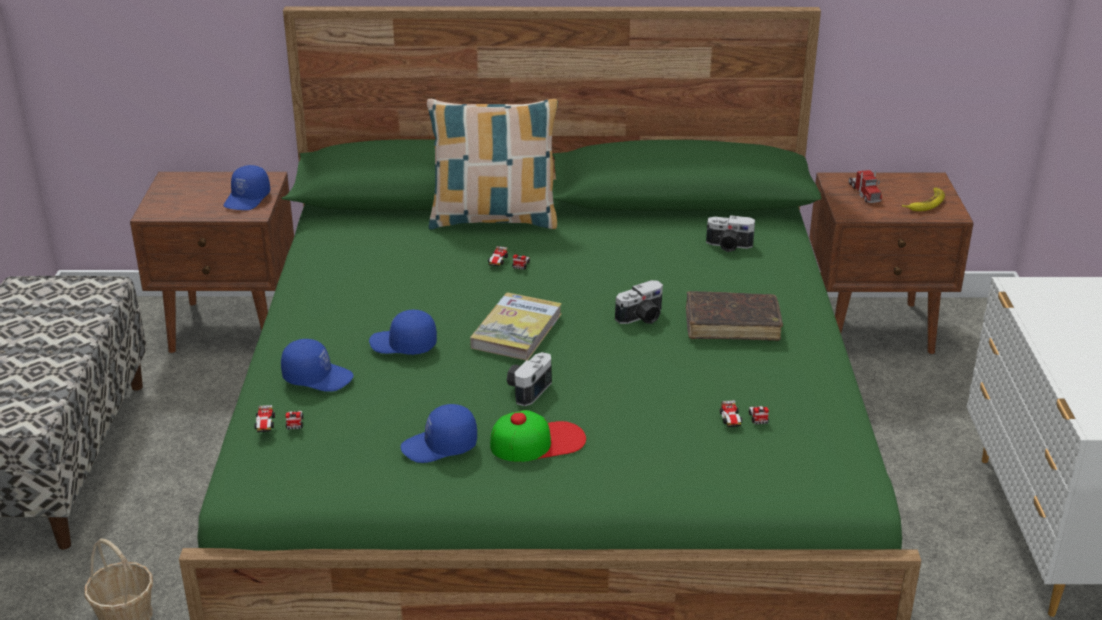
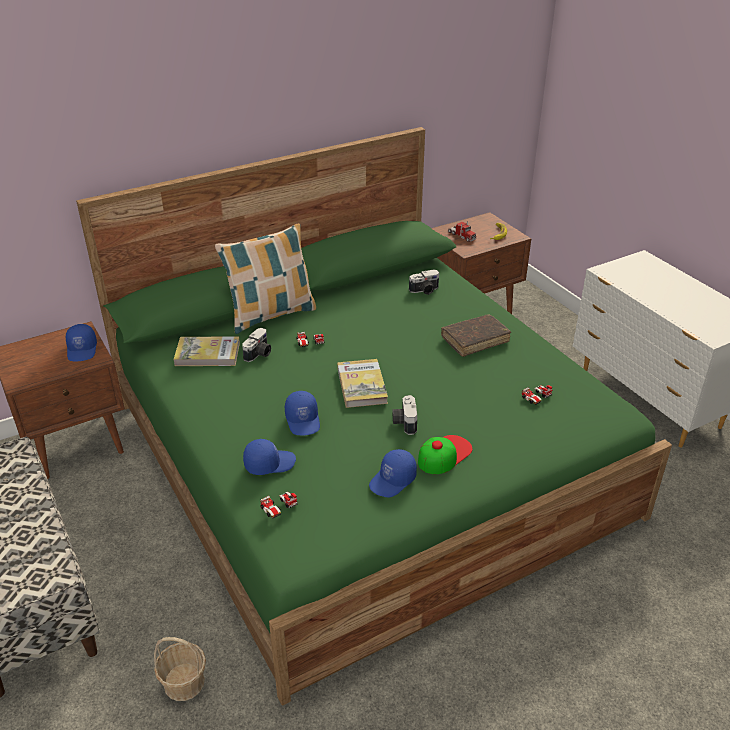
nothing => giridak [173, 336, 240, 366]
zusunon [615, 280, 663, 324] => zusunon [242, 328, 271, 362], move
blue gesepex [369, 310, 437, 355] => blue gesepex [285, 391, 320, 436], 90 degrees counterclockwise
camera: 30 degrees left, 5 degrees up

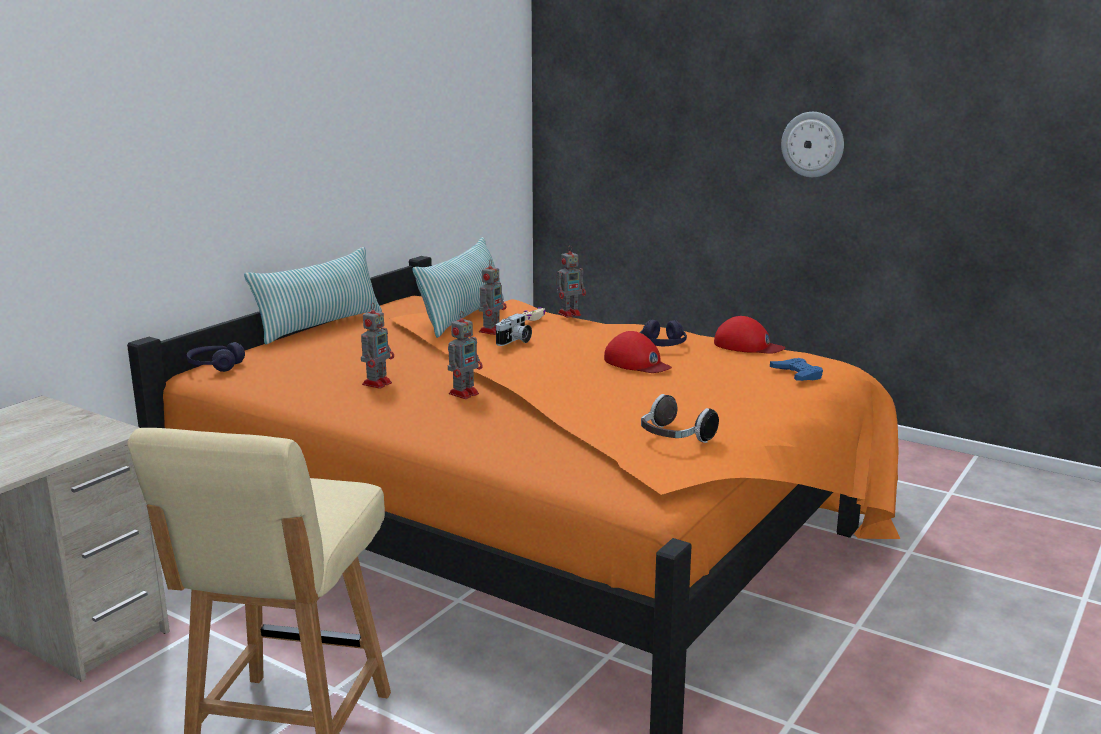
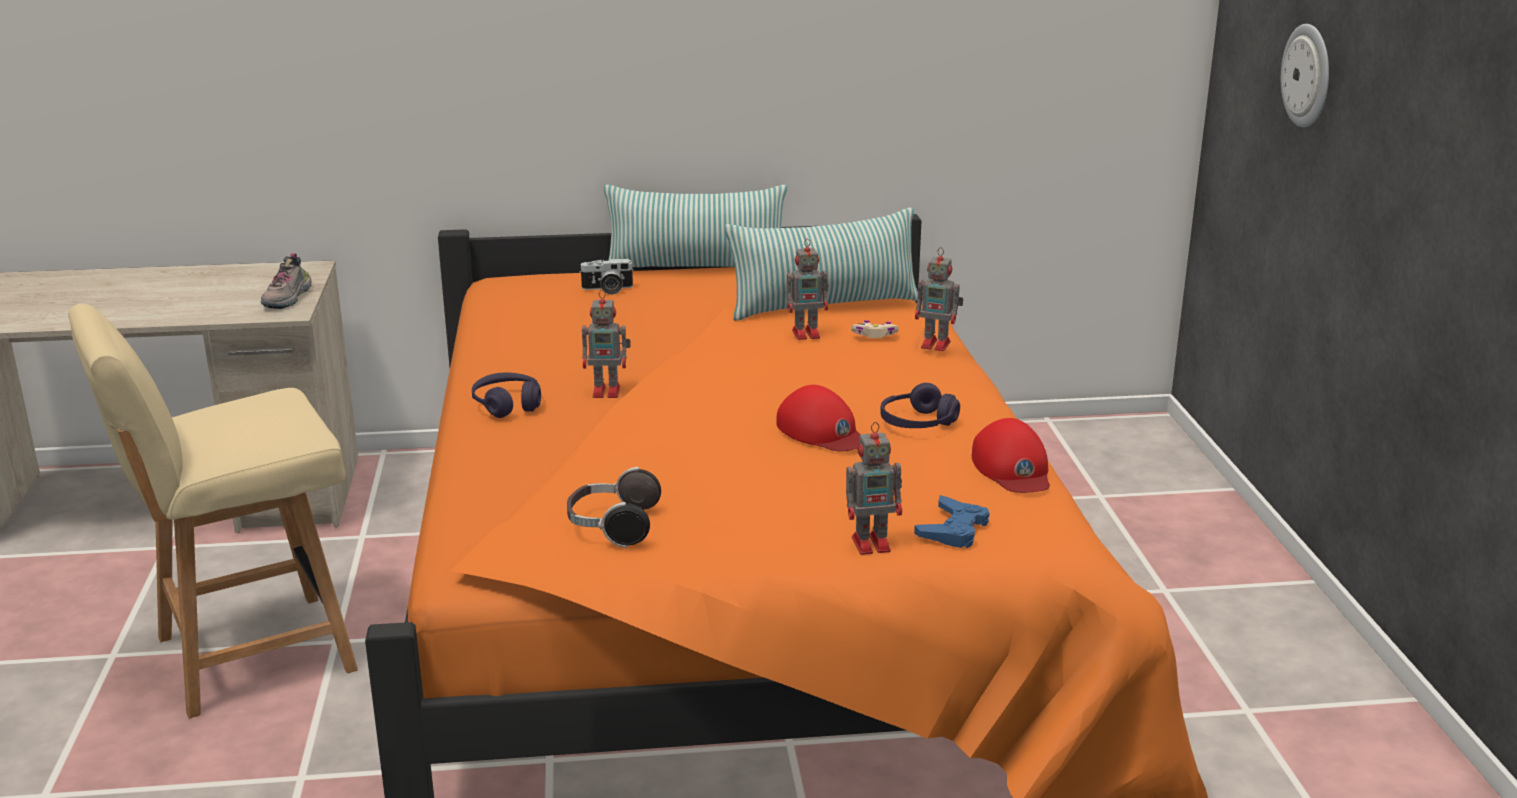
nothing => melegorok [260, 253, 312, 309]
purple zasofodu [187, 342, 245, 372] => purple zasofodu [472, 372, 541, 418], move
zusunon [496, 313, 532, 346] => zusunon [579, 259, 634, 295], move
red gesepex [604, 331, 672, 373] => red gesepex [776, 385, 861, 452], 45 degrees counterclockwise
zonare [361, 303, 394, 389] => zonare [846, 422, 902, 555], move
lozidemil [781, 112, 844, 177] => lozidemil [1281, 24, 1329, 127], move
camera: 50 degrees right, 5 degrees up

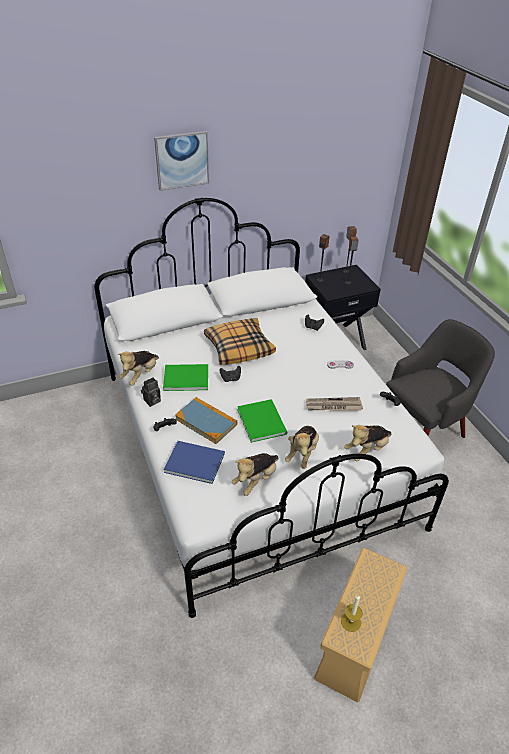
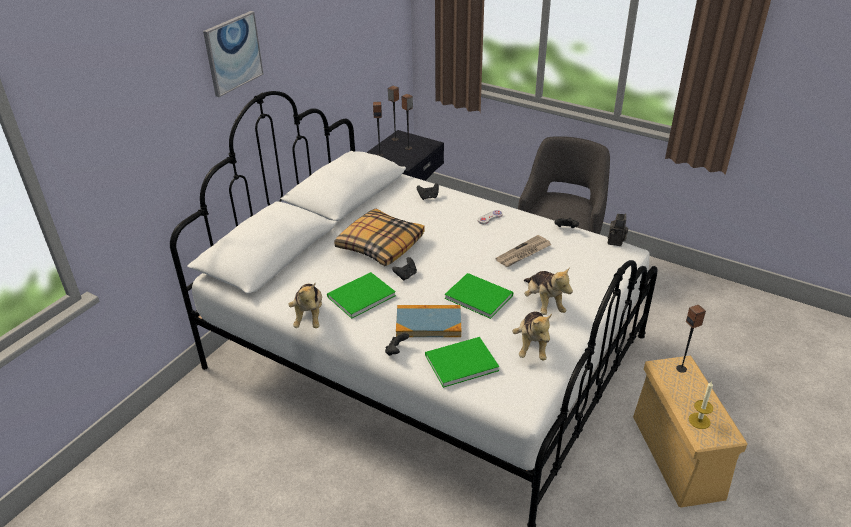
blue giridak [164, 441, 225, 484] => green giridak [425, 337, 499, 388]
zusunon [141, 378, 161, 407] => zusunon [608, 214, 628, 246], move
nothing => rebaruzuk [676, 305, 706, 373]
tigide [344, 425, 392, 461] => nothing
camera: 35 degrees left, 5 degrees down

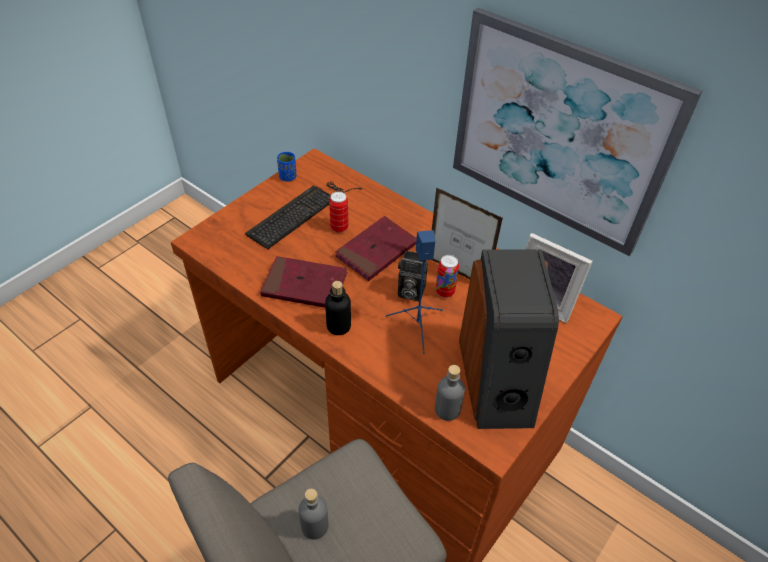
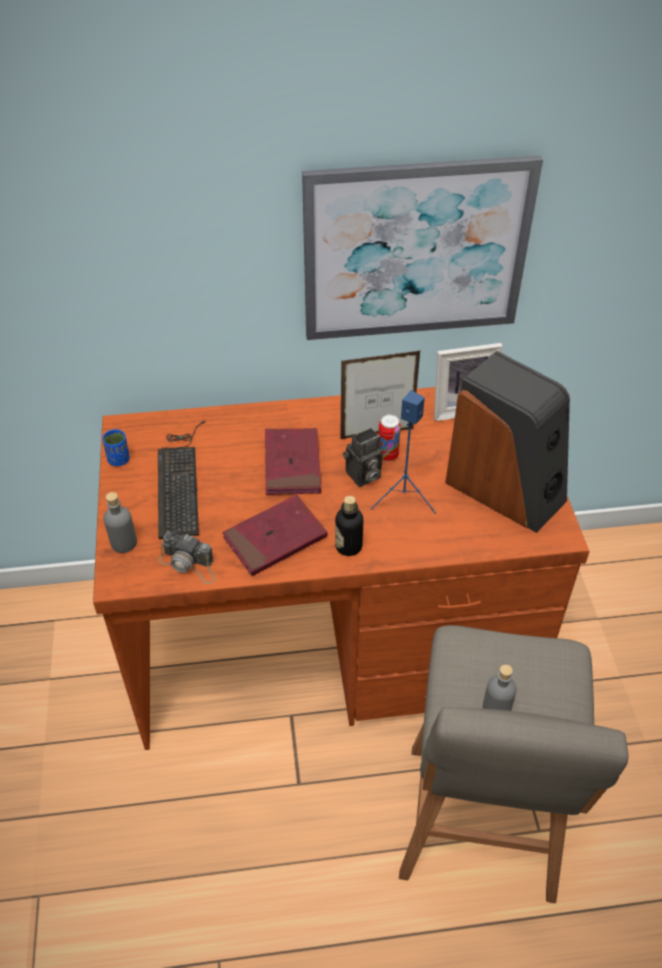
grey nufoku [435, 365, 465, 421] => grey nufoku [104, 492, 137, 553], move
nothing => zusunon [159, 532, 215, 584]
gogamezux [329, 191, 348, 233] => nothing
camera: 45 degrees left, 0 degrees up

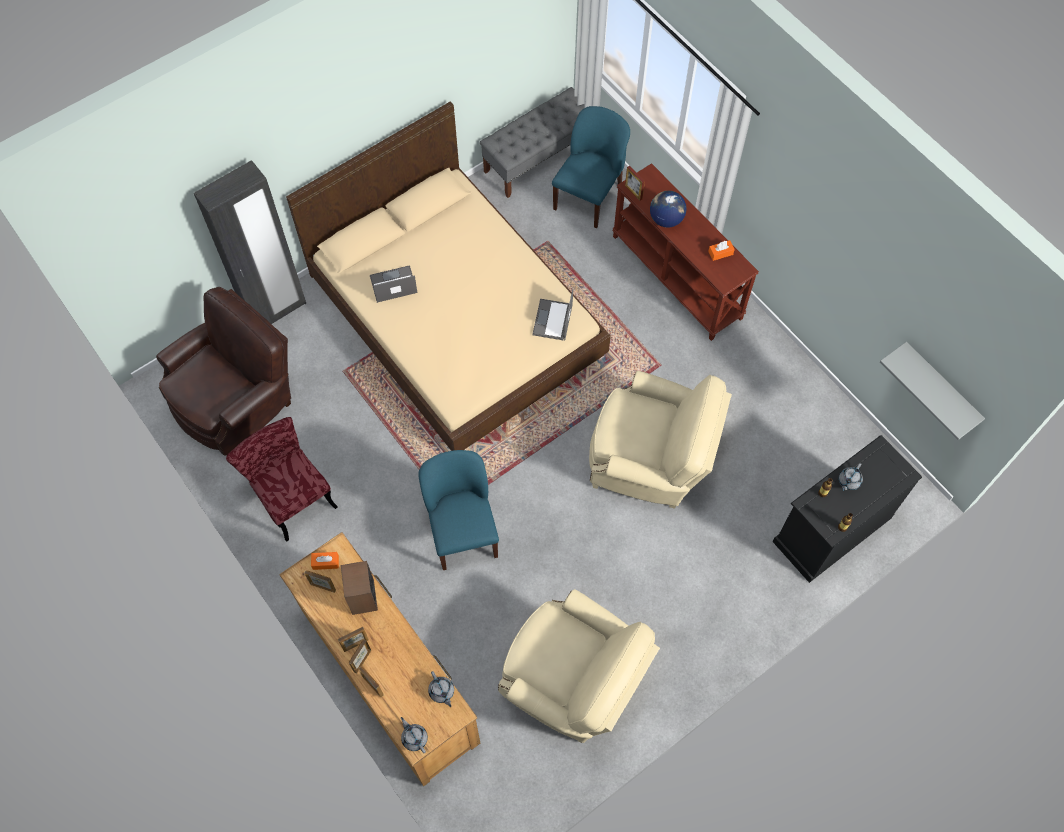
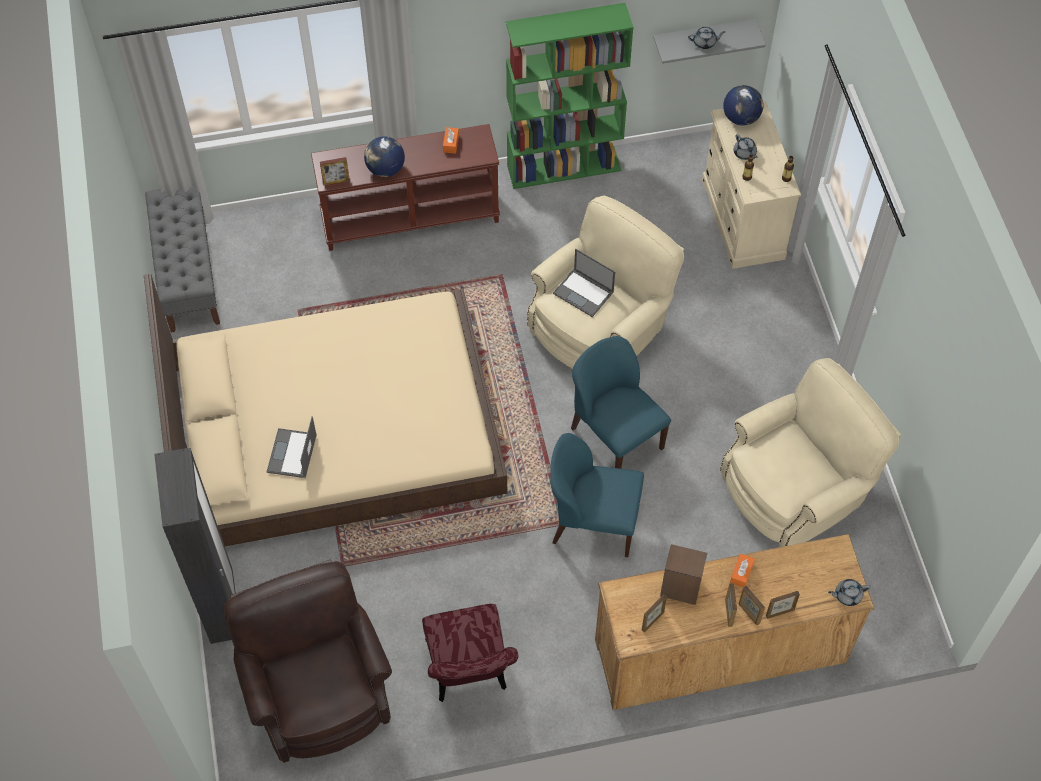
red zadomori [226, 417, 338, 542] => red zadomori [422, 604, 518, 702], 90 degrees counterclockwise
nothing => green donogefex [506, 3, 634, 189]
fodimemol [532, 289, 573, 341] => fodimemol [553, 249, 615, 317], move
blue zadomori [552, 106, 630, 228] => blue zadomori [571, 336, 671, 469], move
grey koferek [428, 671, 454, 707] => grey koferek [688, 27, 725, 49], move
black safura [772, 435, 922, 583] => beige safura [702, 102, 801, 269]
nothing => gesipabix [723, 85, 764, 126]
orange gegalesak [311, 552, 339, 570] => orange gegalesak [730, 554, 755, 587], move
camera: 65 degrees left, 5 degrees down

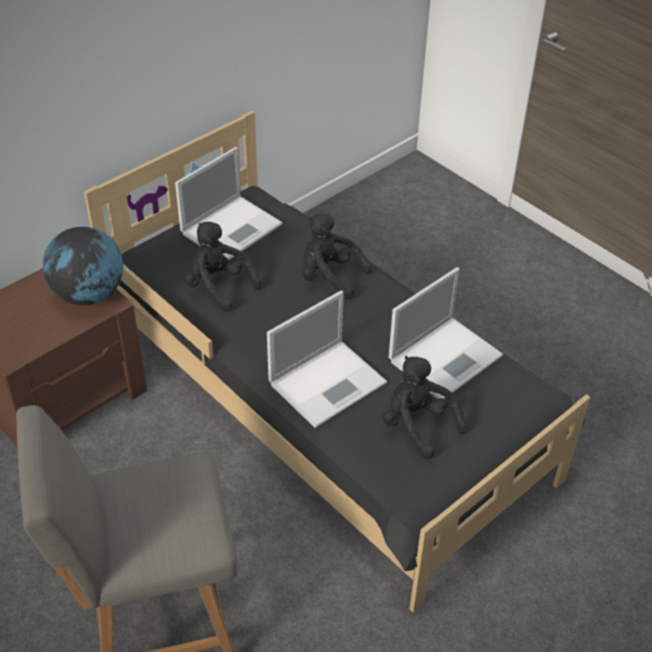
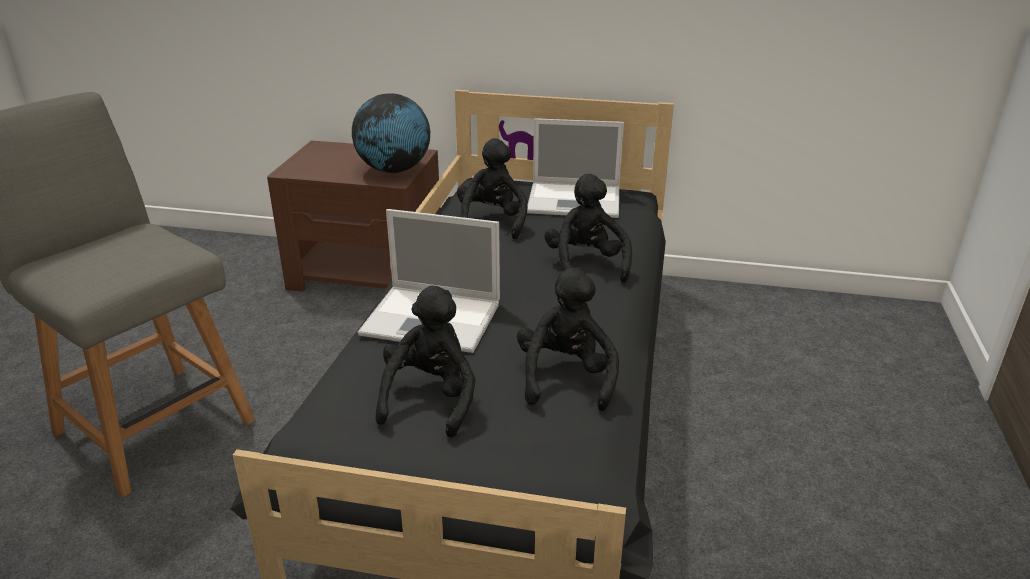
fodimemol [389, 267, 503, 399] => black tigide [517, 268, 619, 411]
camera: 55 degrees right, 15 degrees down

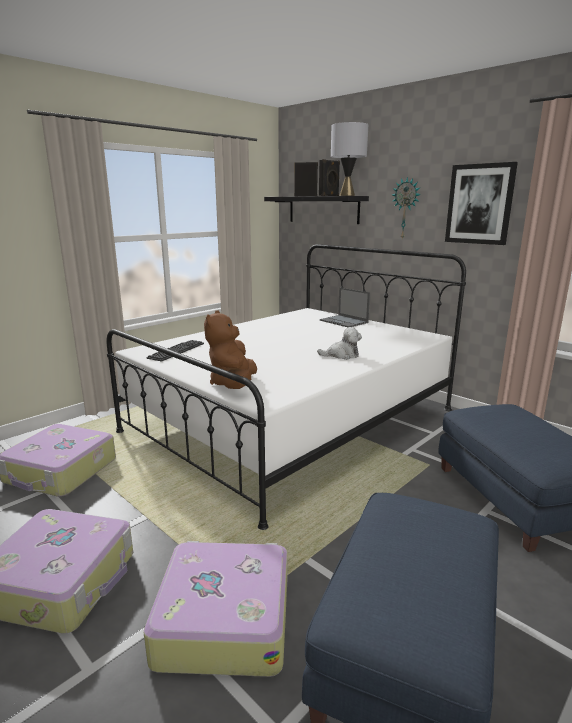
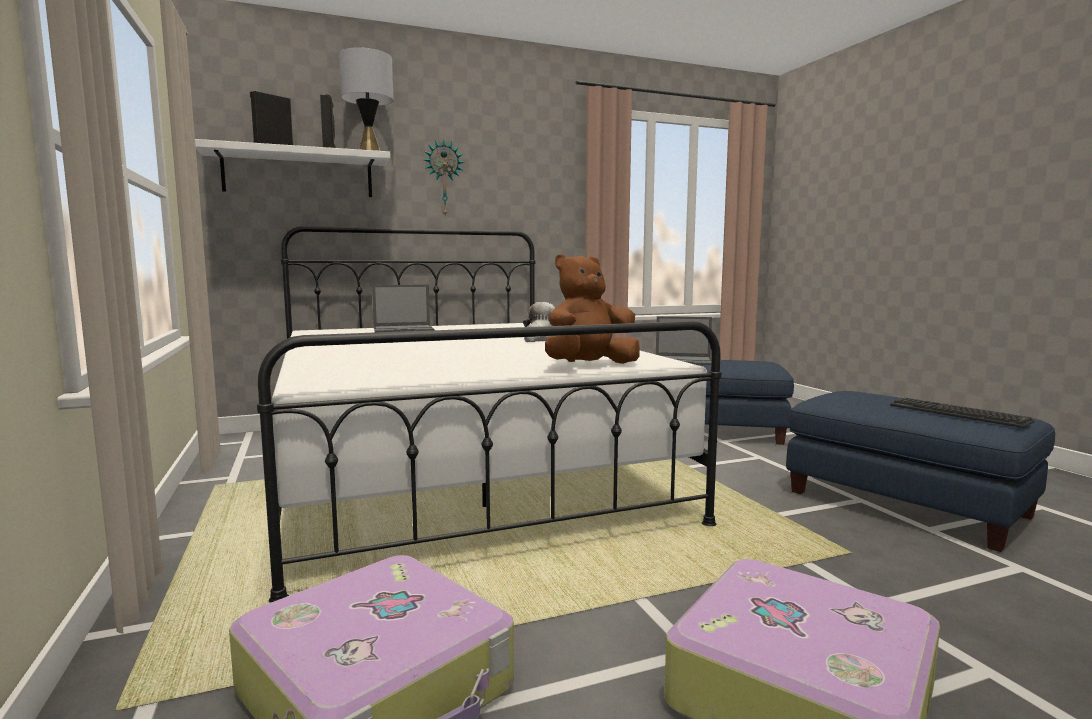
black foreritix [264, 196, 369, 224] => white foreritix [195, 139, 391, 197]
brown tigide [204, 311, 257, 389] => brown tigide [545, 254, 640, 364], 120 degrees clockwise
nothing => fodimemol [656, 316, 712, 365]
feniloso [147, 340, 204, 361] => feniloso [890, 398, 1035, 428], move
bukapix [144, 541, 287, 677] => nothing
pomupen [445, 162, 518, 245] => nothing
camera: 65 degrees left, 10 degrees down

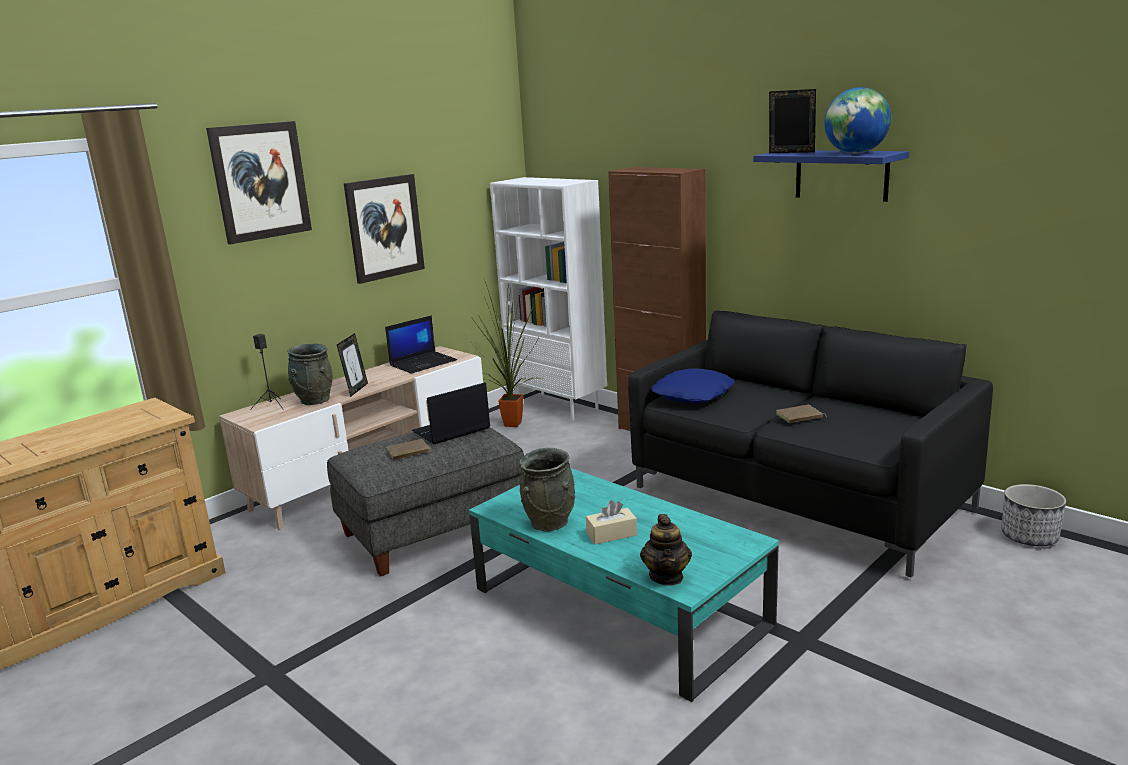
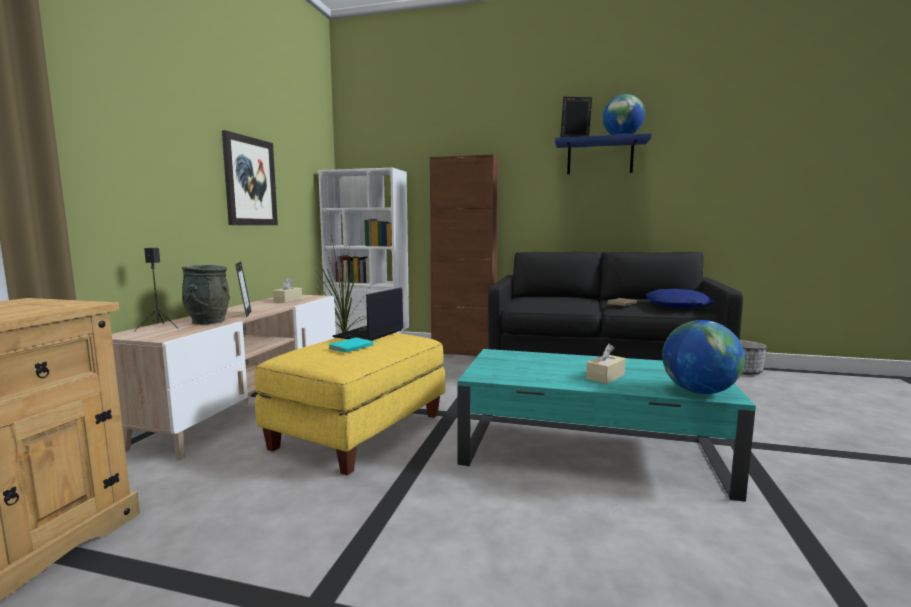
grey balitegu [327, 427, 524, 576] => yellow balitegu [255, 333, 445, 475]
fodimemol [385, 315, 457, 374] => beige gegalesak [273, 278, 302, 303]
brown giridak [386, 439, 432, 460] => turquoise giridak [329, 337, 378, 353]
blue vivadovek [651, 368, 735, 403] => blue vivadovek [646, 289, 714, 309], move
koferek [640, 514, 692, 586] => gesipabix [662, 320, 745, 394]
pomupen [206, 121, 312, 244] => nothing
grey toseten [520, 448, 575, 531] => nothing
camera: 30 degrees left, 10 degrees down

